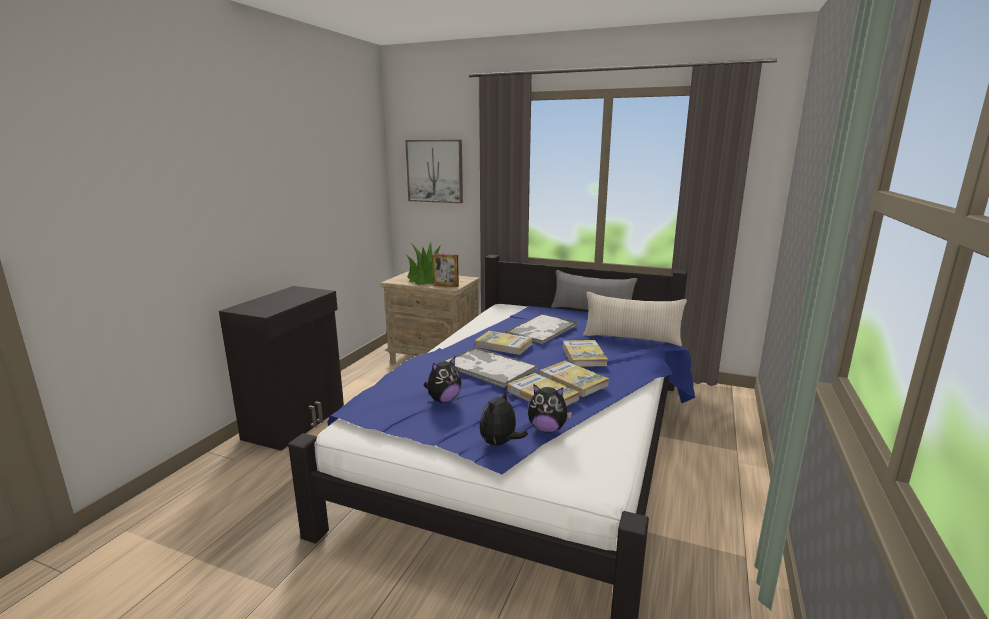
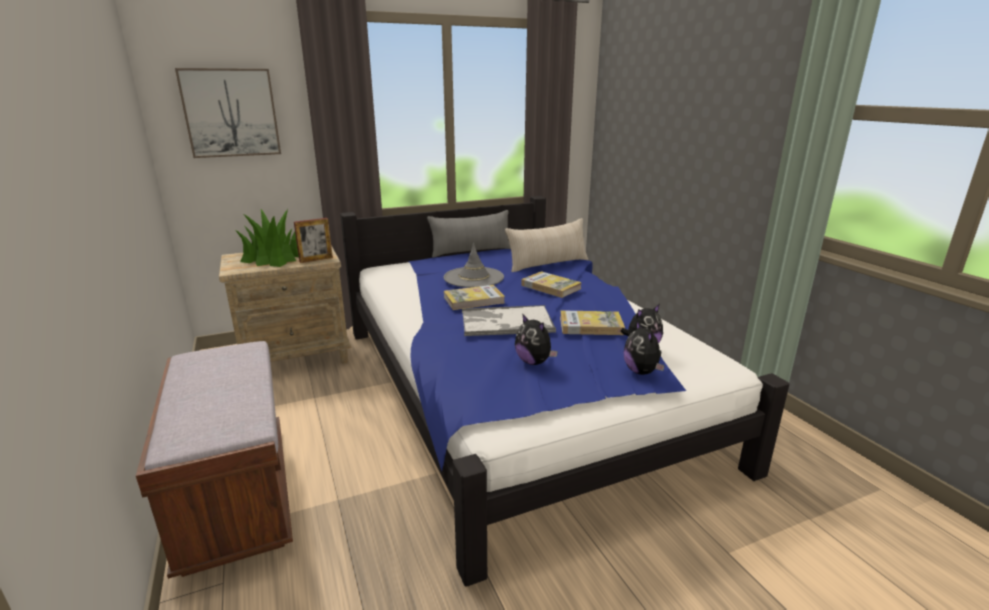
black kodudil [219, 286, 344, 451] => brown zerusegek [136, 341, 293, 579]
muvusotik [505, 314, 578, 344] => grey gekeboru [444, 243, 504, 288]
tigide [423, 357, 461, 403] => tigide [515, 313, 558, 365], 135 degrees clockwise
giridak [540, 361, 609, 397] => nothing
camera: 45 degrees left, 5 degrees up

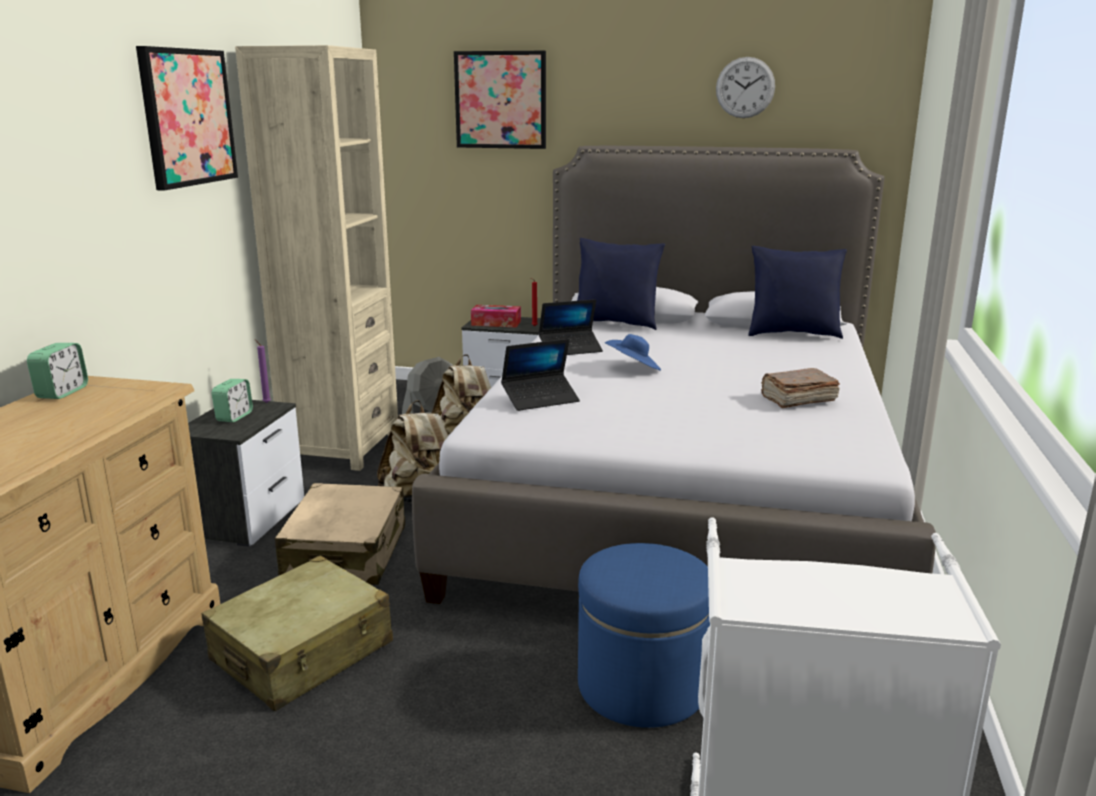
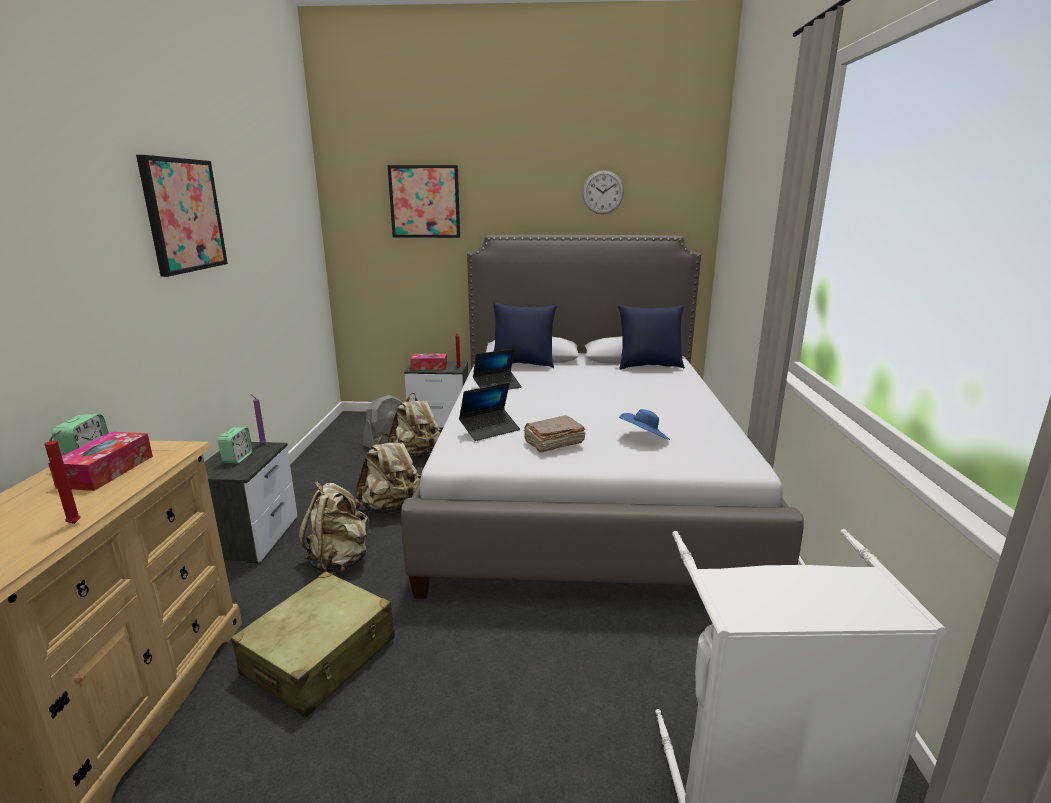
nothing => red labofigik [45, 430, 81, 524]
nothing => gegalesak [48, 432, 153, 491]
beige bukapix [275, 483, 405, 585] => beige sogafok [298, 481, 371, 574]
brown giridak [761, 368, 840, 408] => brown giridak [524, 415, 586, 453], move
blue gekeboru [605, 334, 661, 371] => blue gekeboru [619, 409, 670, 440], move
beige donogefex [235, 45, 398, 471] => nothing
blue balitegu [578, 543, 710, 728] => nothing
camera: 10 degrees left, 0 degrees up

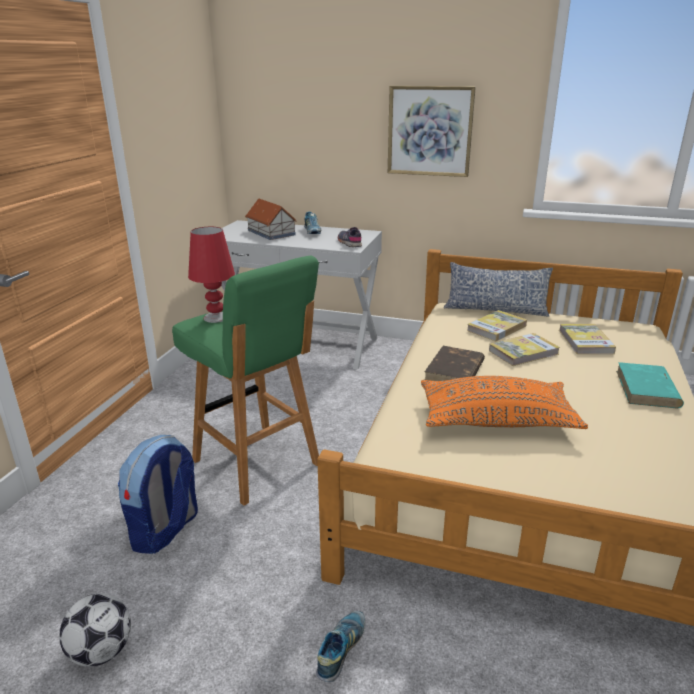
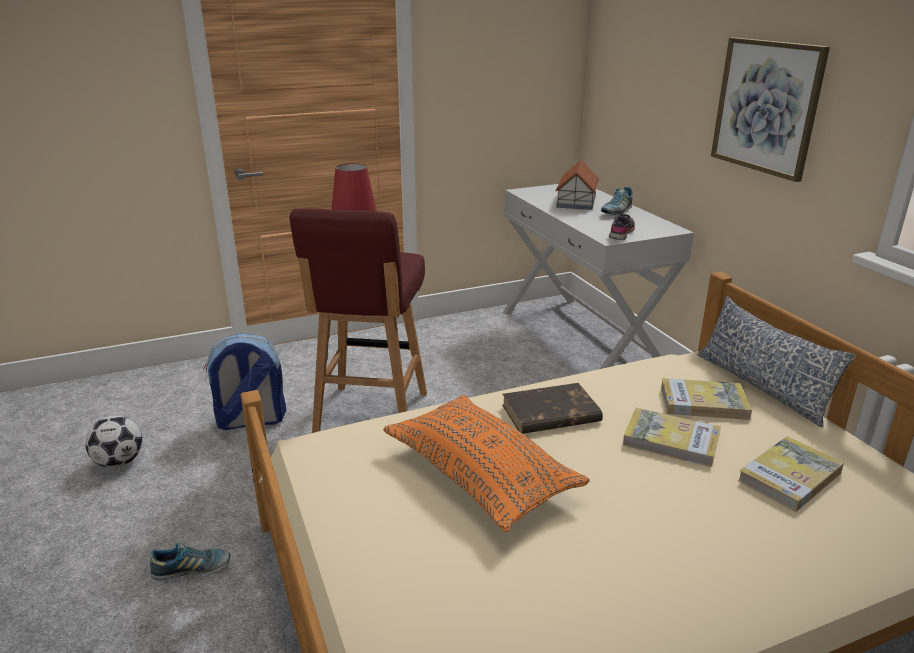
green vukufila [172, 255, 319, 506] => red vukufila [289, 208, 427, 433]
turquoise giridak [616, 362, 684, 408] => nothing
camera: 50 degrees right, 0 degrees up

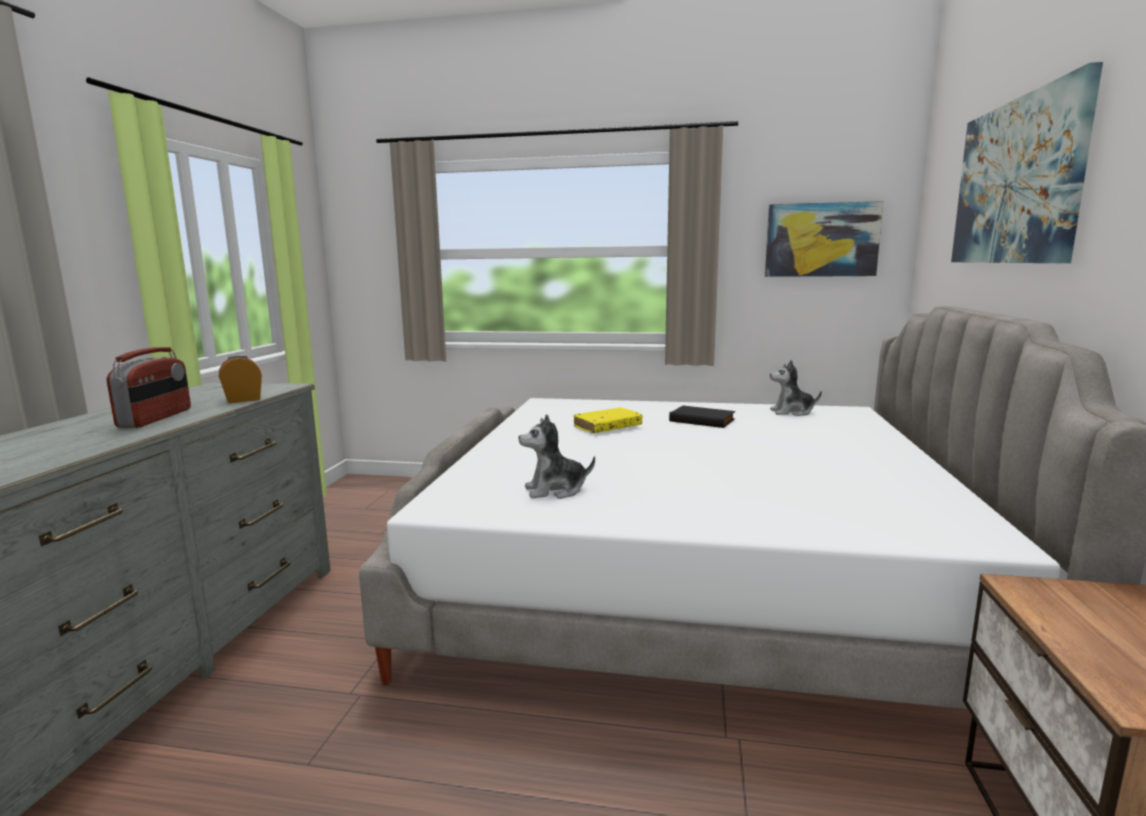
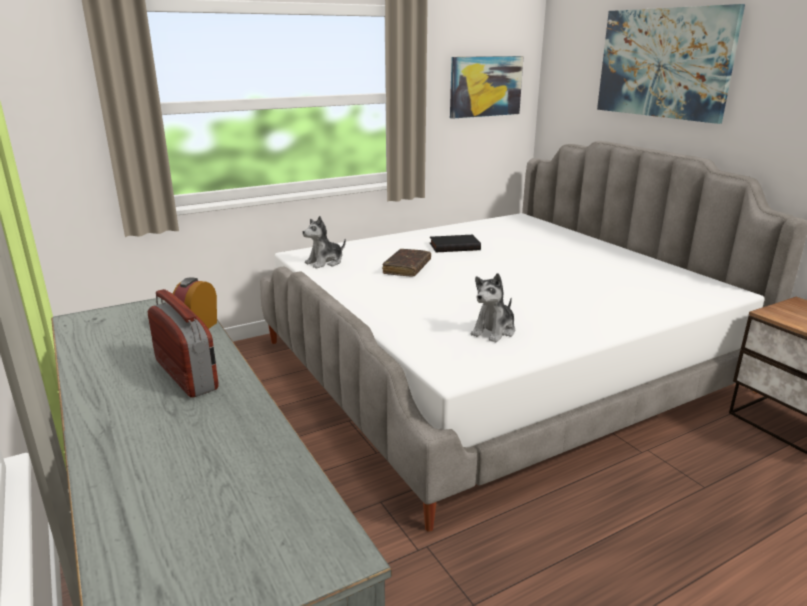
tigide [770, 360, 822, 416] => tigide [303, 216, 346, 269], move
yellow giridak [573, 407, 643, 433] => brown giridak [382, 249, 431, 277]
camera: 40 degrees left, 10 degrees up

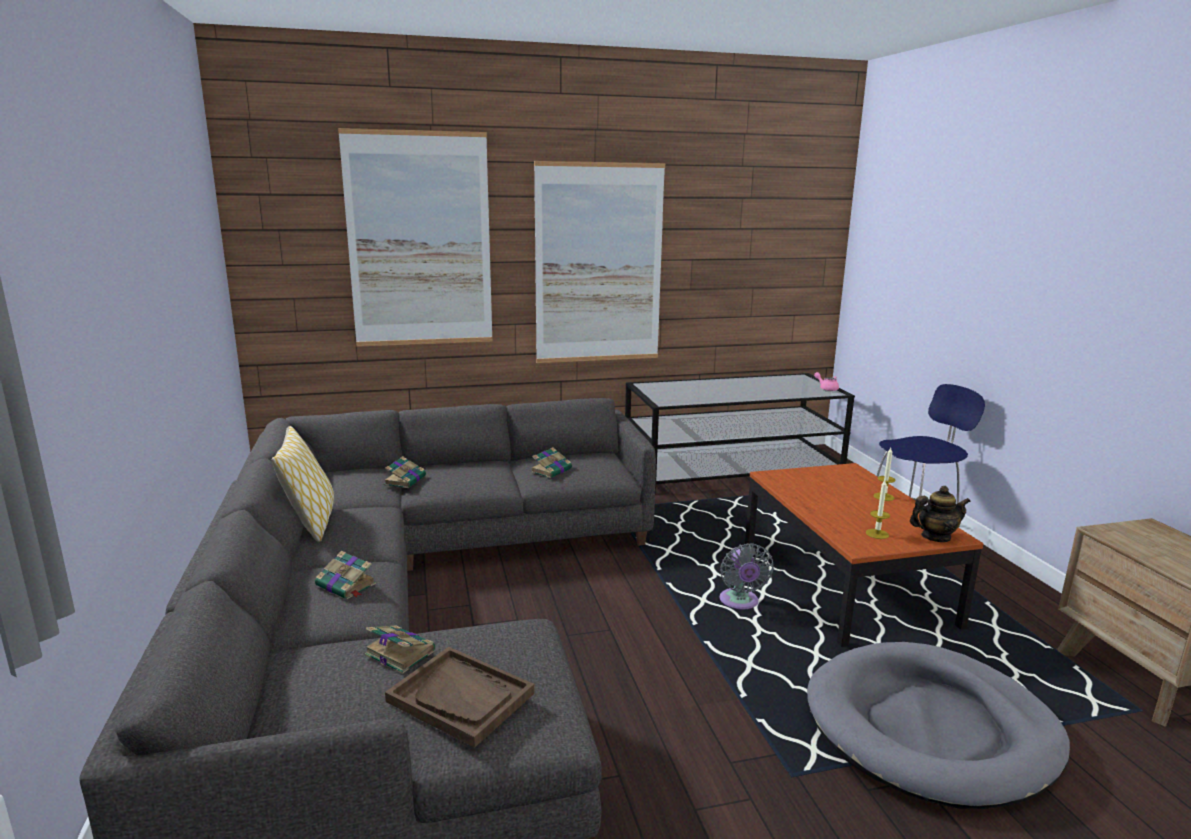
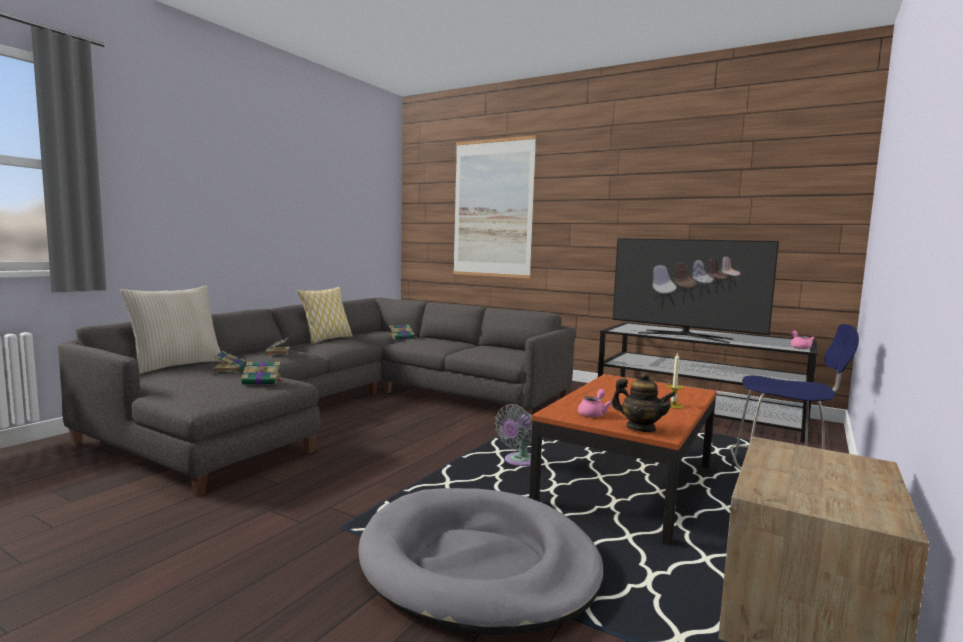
nothing => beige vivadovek [120, 286, 223, 374]
giridak [530, 447, 572, 478] => giridak [242, 362, 284, 385], move
labofigik [866, 480, 890, 539] => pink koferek [578, 389, 612, 417]
nothing => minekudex [613, 238, 779, 343]
brown muvusotik [385, 647, 534, 748] => nothing
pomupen [534, 161, 665, 363] => nothing
camera: 45 degrees right, 10 degrees down

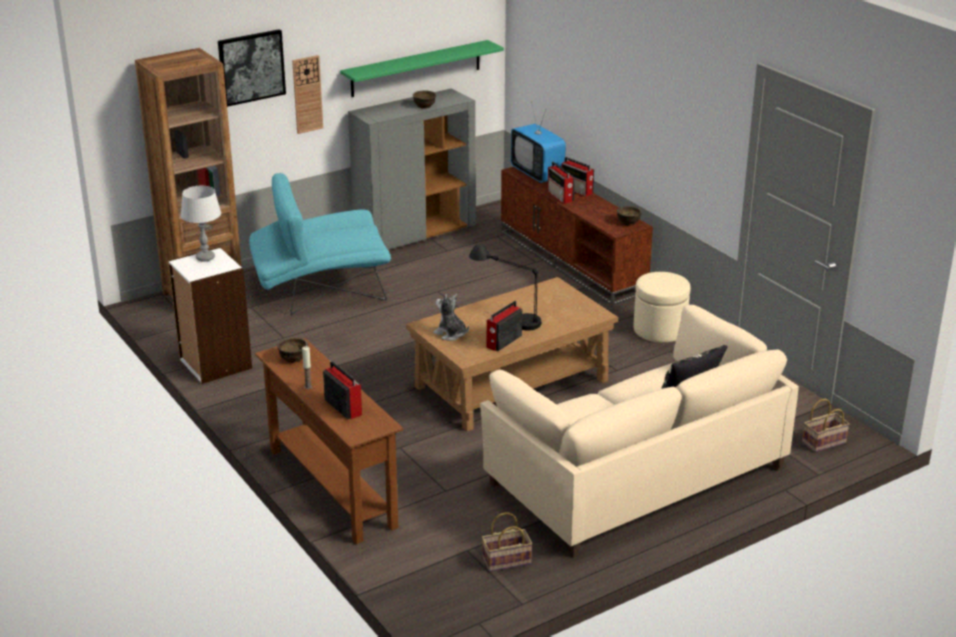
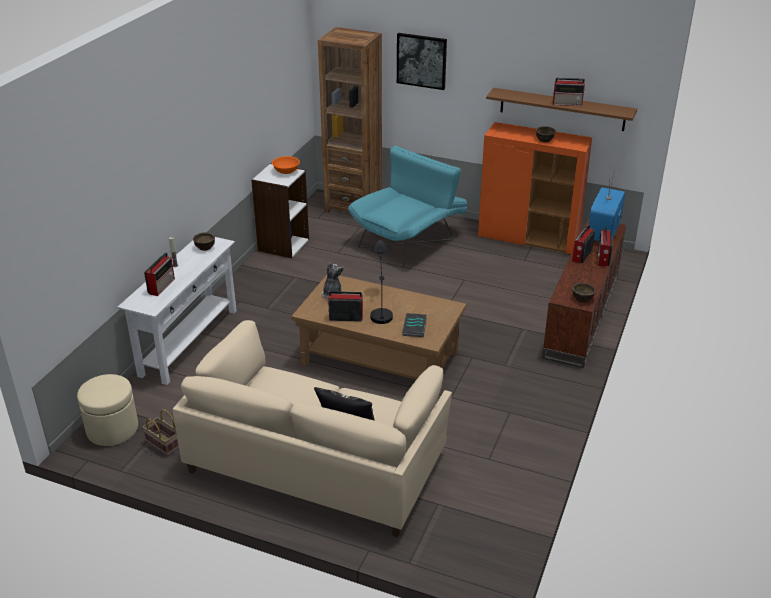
beige balitegu [633, 272, 691, 343] => beige balitegu [77, 374, 138, 446], move
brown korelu [255, 338, 403, 544] => white korelu [117, 237, 237, 385]
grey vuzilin [181, 186, 221, 262] => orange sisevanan [272, 156, 300, 174]
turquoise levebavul [249, 173, 391, 315] => turquoise levebavul [348, 145, 467, 267], 90 degrees clockwise
nothing => giridak [402, 313, 427, 337]
grey kodudil [348, 88, 476, 250] => orange kodudil [478, 122, 592, 255]
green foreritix [340, 40, 504, 97] => brown foreritix [486, 88, 637, 131]
nothing => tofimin [553, 78, 585, 106]
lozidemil [292, 55, 323, 134] => nothing
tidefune [802, 399, 850, 452] => nothing
camera: 55 degrees right, 5 degrees up

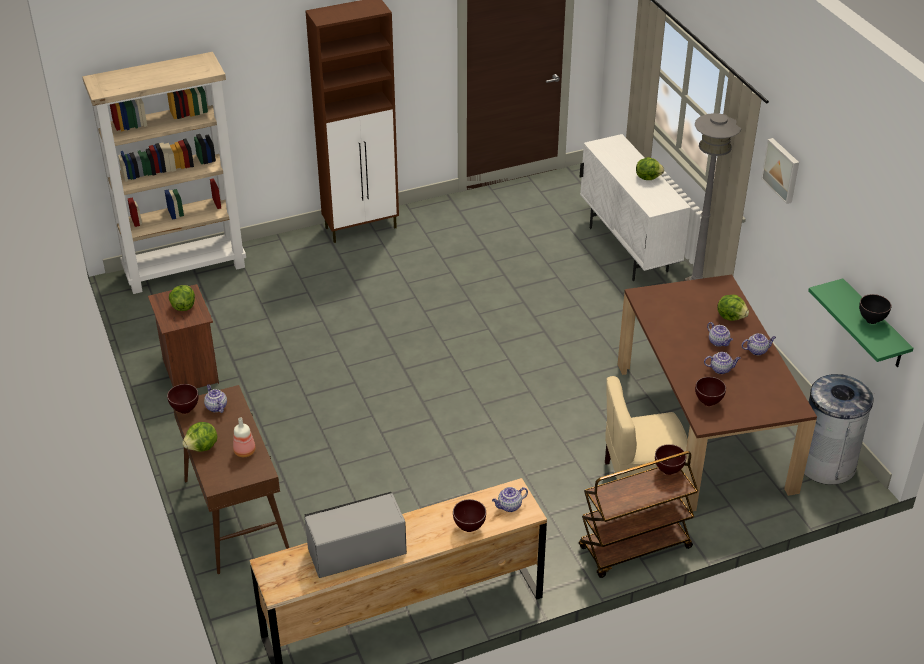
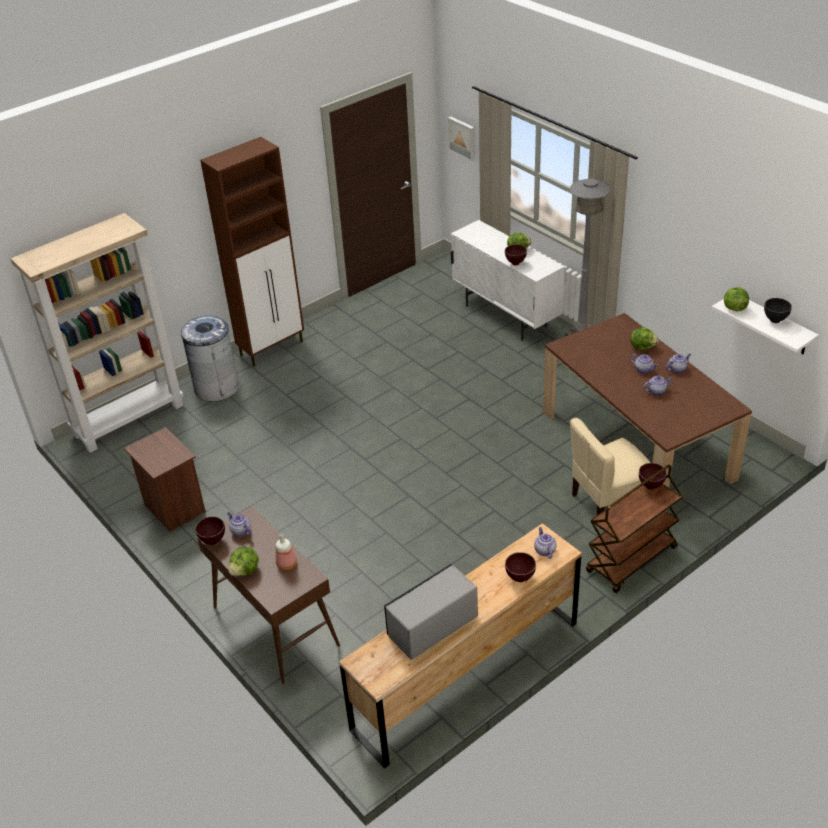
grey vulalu [804, 374, 874, 485] => grey vulalu [181, 316, 239, 402], move
pomupen [761, 138, 799, 204] => pomupen [448, 116, 475, 161], move
brown sisevanan [695, 377, 726, 406] => brown sisevanan [505, 244, 527, 265], move
koferek [492, 487, 528, 512] => koferek [534, 527, 557, 559], 120 degrees clockwise
green foreritix [808, 278, 914, 367] => white foreritix [712, 299, 819, 354]
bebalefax [169, 285, 195, 311] => bebalefax [724, 287, 749, 311], move
camera: 15 degrees left, 0 degrees up

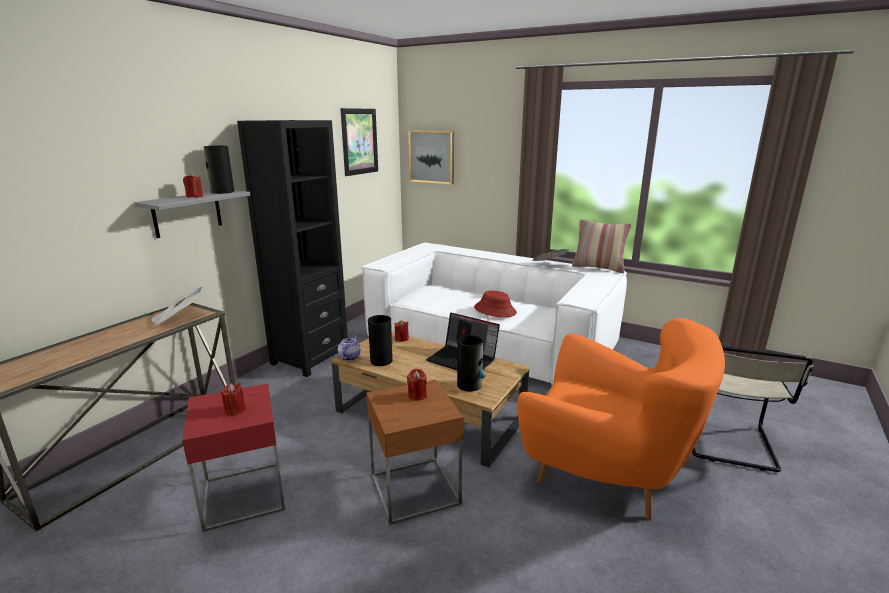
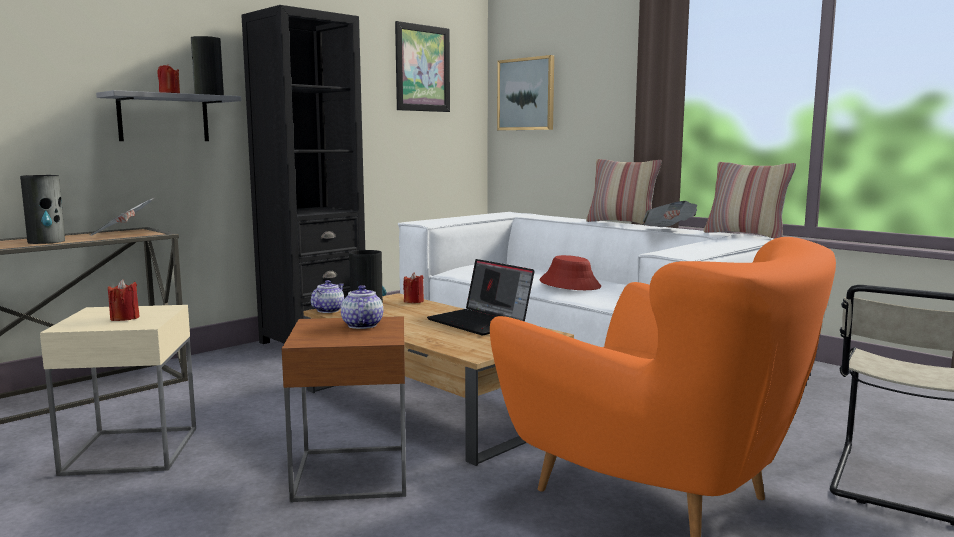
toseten [457, 335, 486, 392] => toseten [20, 175, 65, 244], move
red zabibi [182, 383, 285, 532] => beige zabibi [40, 305, 196, 476]
red labofigik [407, 369, 427, 401] => koferek [341, 285, 383, 329]
nothing => vivadovek [586, 159, 662, 226]
camera: 15 degrees right, 10 degrees down

